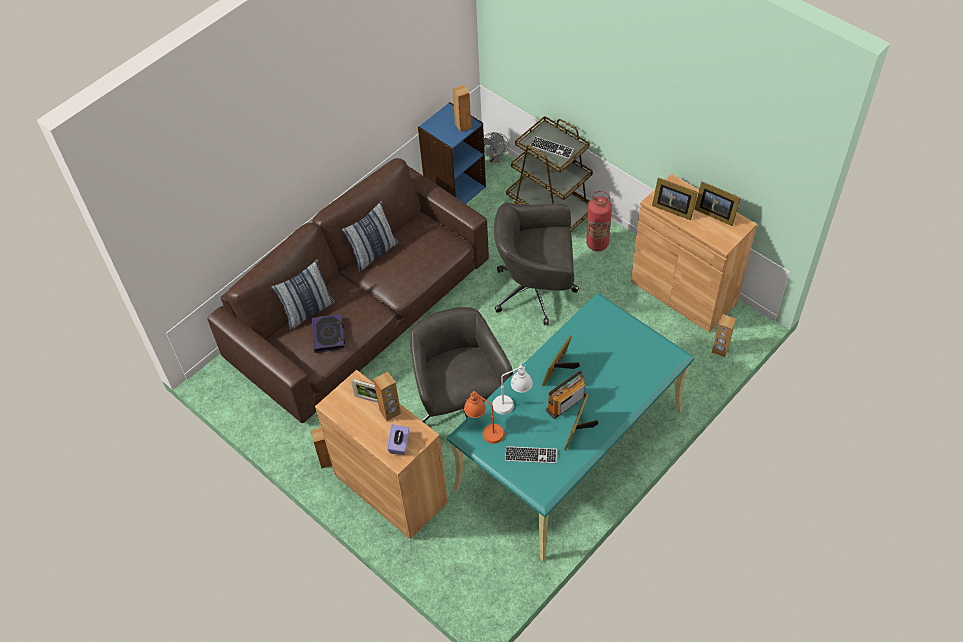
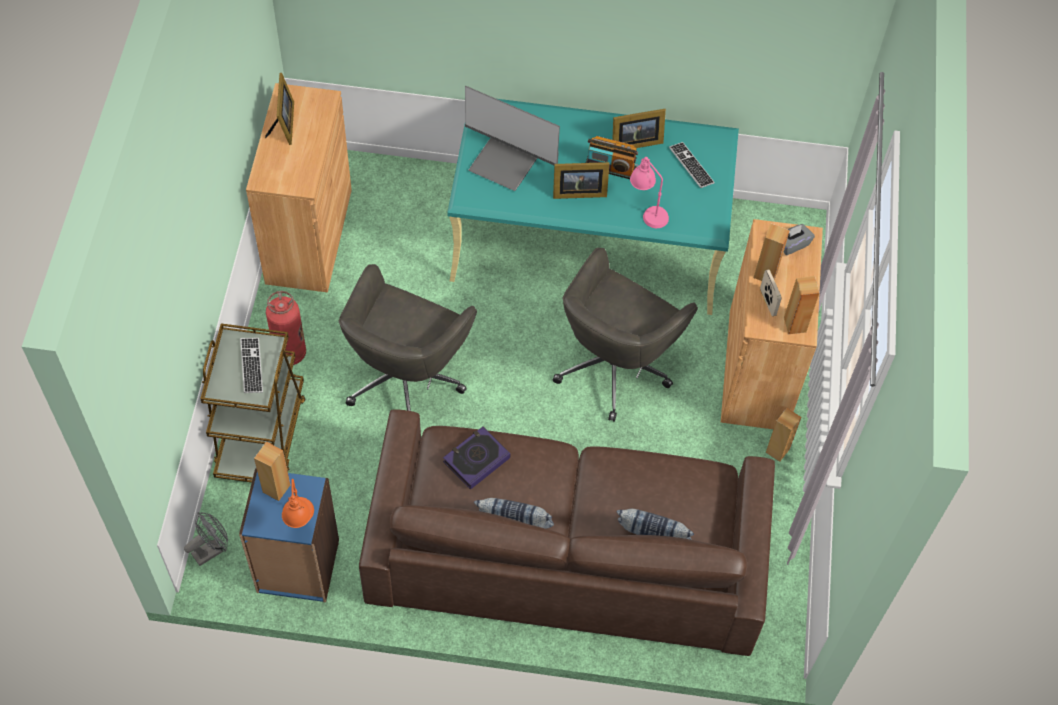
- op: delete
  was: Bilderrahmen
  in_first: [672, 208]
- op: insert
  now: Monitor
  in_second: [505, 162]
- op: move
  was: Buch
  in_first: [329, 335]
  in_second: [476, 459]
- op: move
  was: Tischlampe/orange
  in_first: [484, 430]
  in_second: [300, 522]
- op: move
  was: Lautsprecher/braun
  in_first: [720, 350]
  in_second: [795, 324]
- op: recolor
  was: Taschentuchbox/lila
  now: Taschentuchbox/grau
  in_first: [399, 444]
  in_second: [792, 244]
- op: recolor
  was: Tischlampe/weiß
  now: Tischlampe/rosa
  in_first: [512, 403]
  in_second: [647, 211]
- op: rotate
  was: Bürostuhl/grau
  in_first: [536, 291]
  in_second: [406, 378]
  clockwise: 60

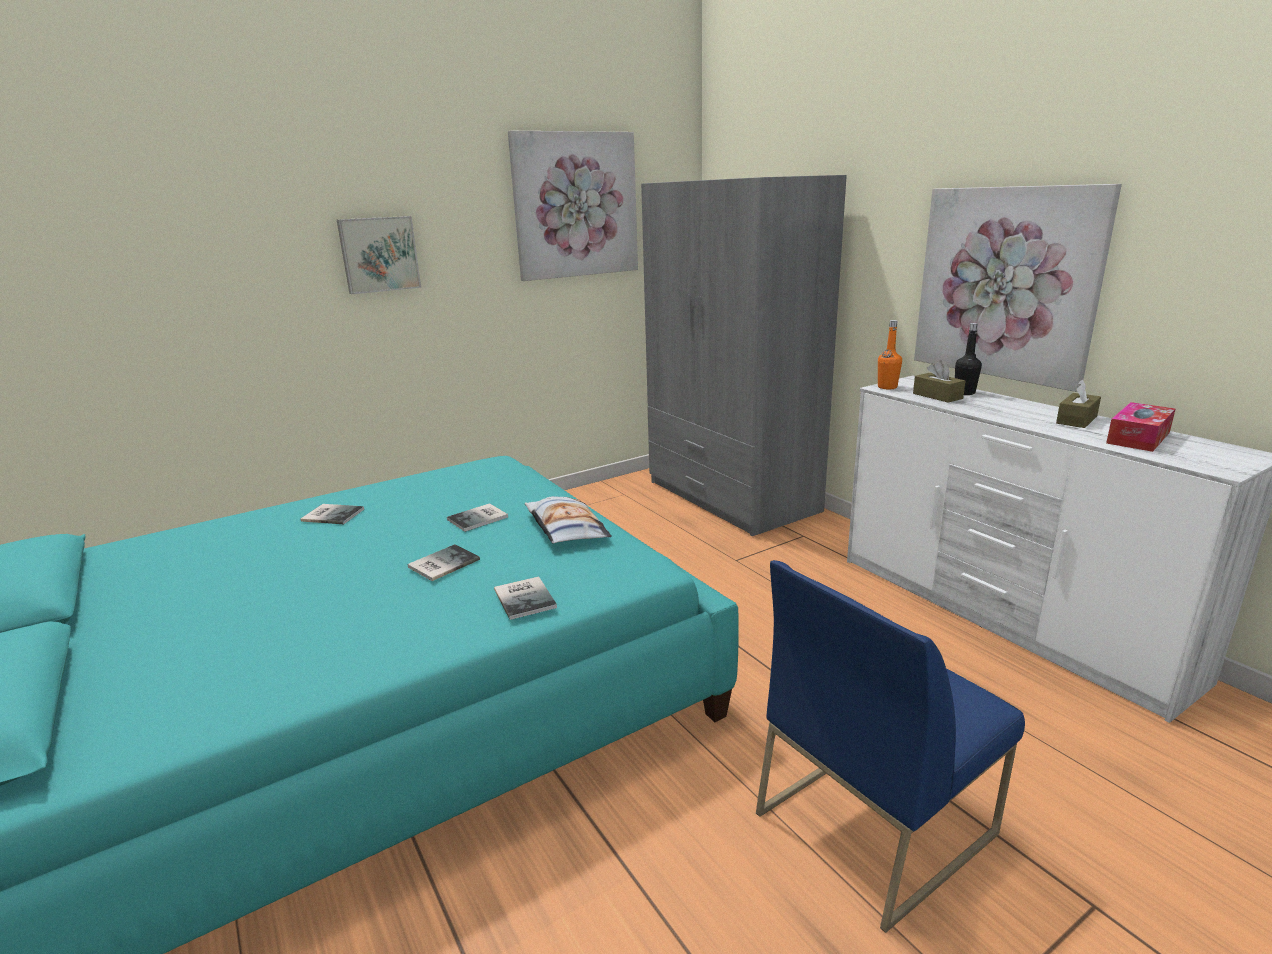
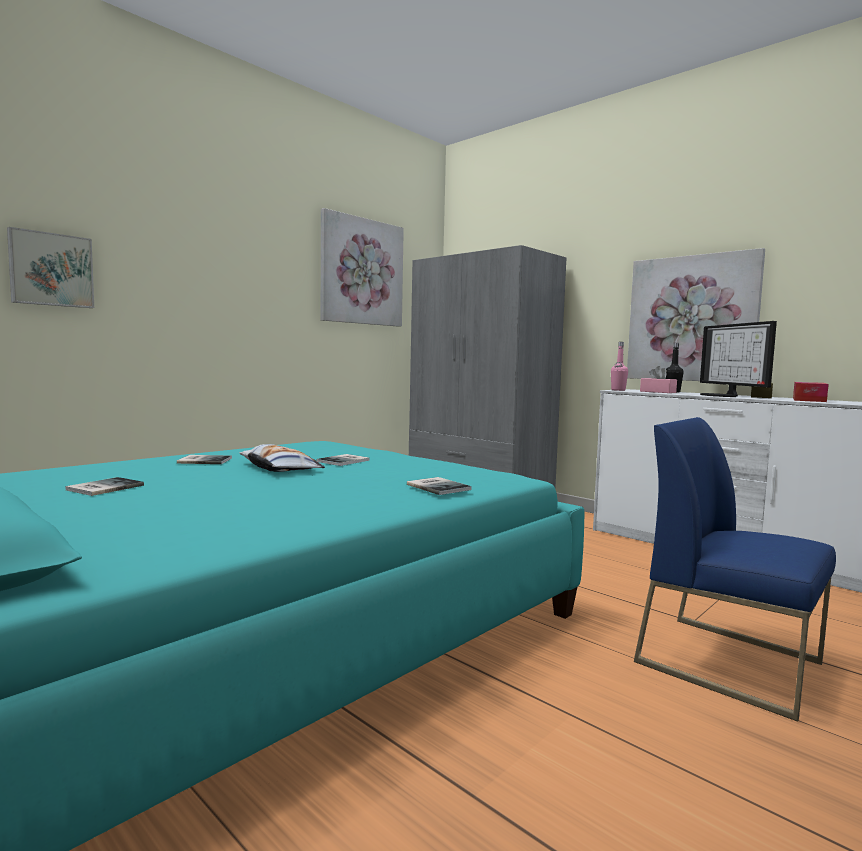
- op: insert
  now: Monitor
  in_second: [722, 395]
- op: move
  was: Bild
  in_first: [379, 254]
  in_second: [51, 270]
- op: move
  was: Buch
  in_first: [441, 564]
  in_second: [102, 488]
- op: move
  was: Kissen
  in_first: [565, 528]
  in_second: [279, 468]
- op: recolor
  was: Flasche/orange
  now: Flasche/rosa
  in_first: [887, 387]
  in_second: [618, 390]
- op: recolor
  was: Taschentuchbox/braun
  now: Taschentuchbox/rosa
  in_first: [937, 396]
  in_second: [657, 392]
- op: rotate
  was: Stuhl/blau
  in_first: [874, 821]
  in_second: [730, 662]
  clockwise: 90

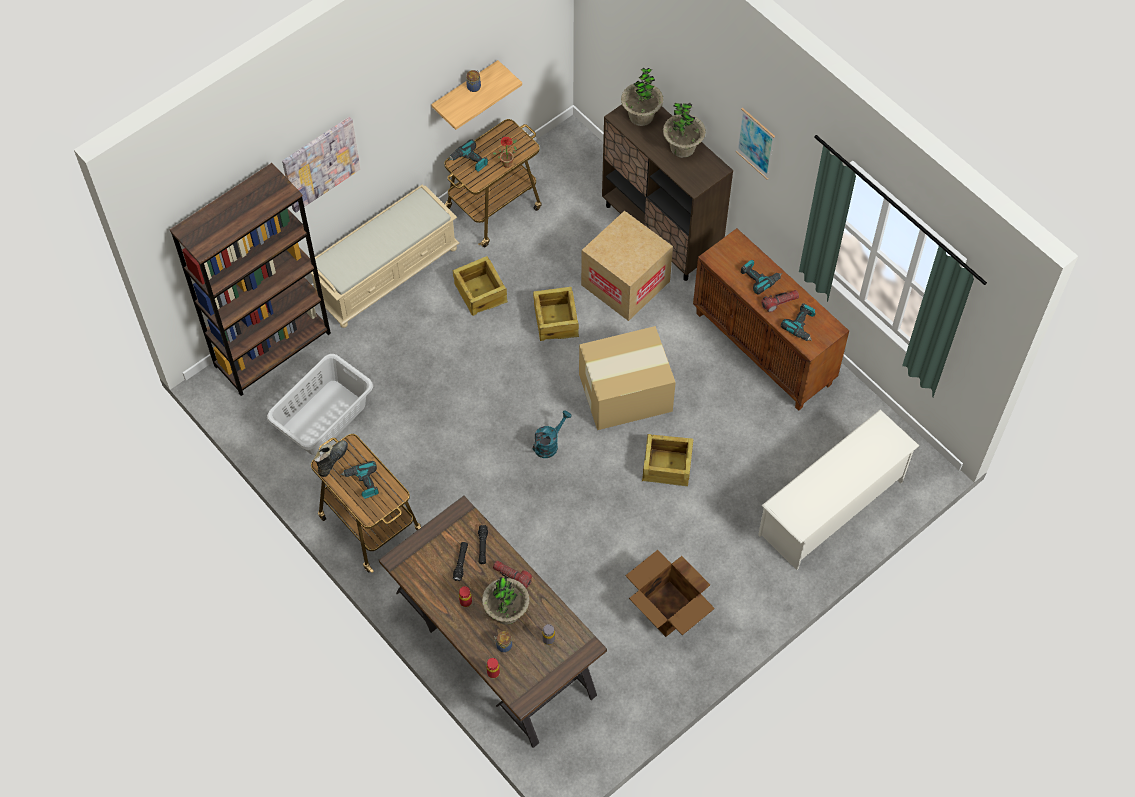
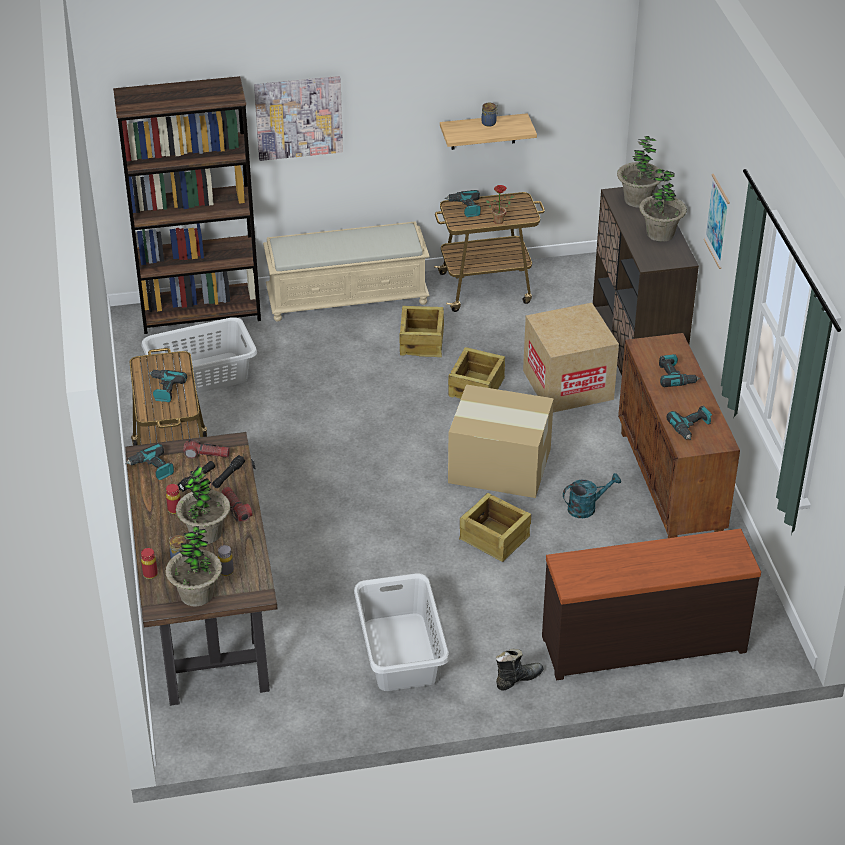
- op: insert
  now: Bohrmaschine
  in_second: [152, 468]
- op: insert
  now: Topfpflanze
  in_second: [196, 595]
- op: move
  was: Stiefel/schwarz
  in_first: [332, 460]
  in_second: [518, 679]
- op: move
  was: Gießkanne/türkis
  in_first: [549, 444]
  in_second: [586, 507]
- op: move
  was: Taschenlampe
  in_first: [779, 302]
  in_second: [207, 455]
- op: replace
  was: Karton
  now: Wäschekorb/grau
  in_first: [668, 609]
  in_second: [400, 652]
- op: replace
  was: Schuhregal/weiß
  now: Kommode/braun
  in_first: [832, 508]
  in_second: [643, 642]

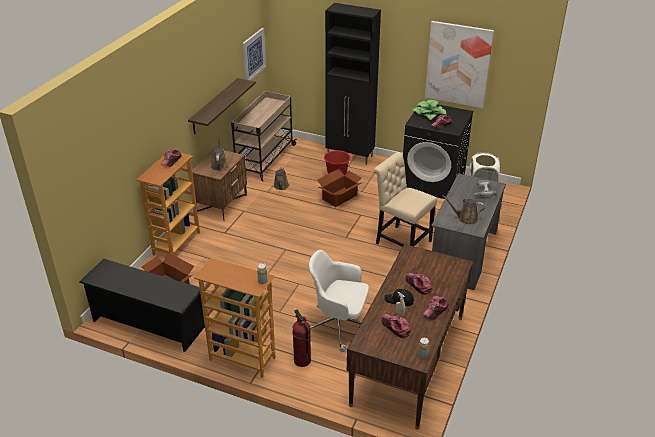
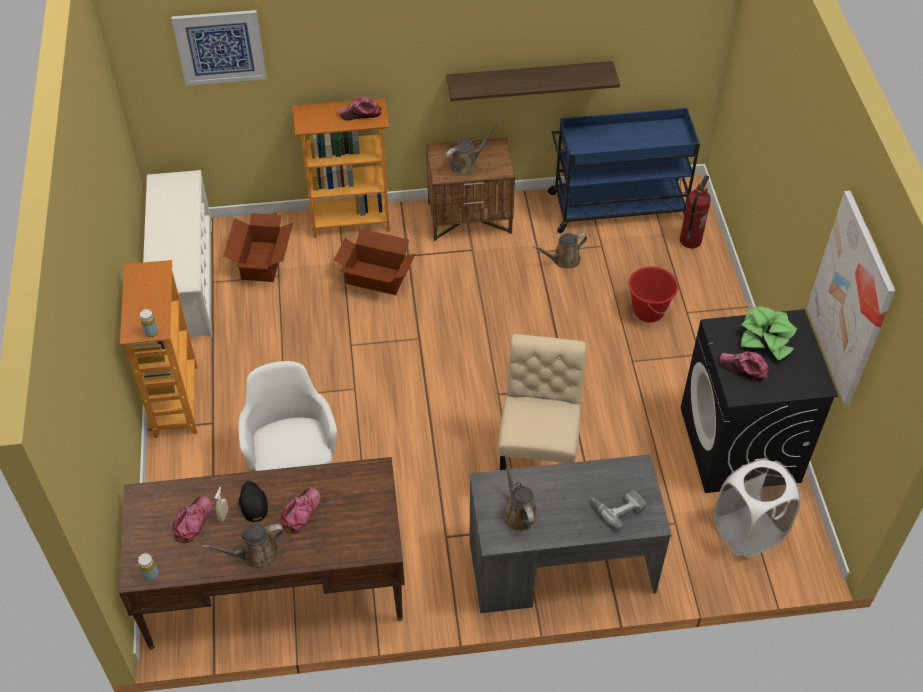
- op: delete
  was: Schrank/schwarz
  in_first: [350, 156]
- op: move
  was: Bild
  in_first: [253, 55]
  in_second: [220, 47]
- op: move
  was: Feuerlöscher
  in_first: [302, 360]
  in_second: [690, 240]
- op: move
  was: Karton
  in_first: [339, 197]
  in_second: [376, 277]
- op: replace
  was: Kappe
  now: Gießkanne/braun
  in_first: [435, 310]
  in_second: [256, 555]
- op: recolor
  was: Schuhregal/schwarz
  now: Schuhregal/weiß
  in_first: [148, 324]
  in_second: [185, 280]
- op: recolor
  was: Rollwagen/beige
  now: Rollwagen/blau
  in_first: [264, 159]
  in_second: [617, 207]

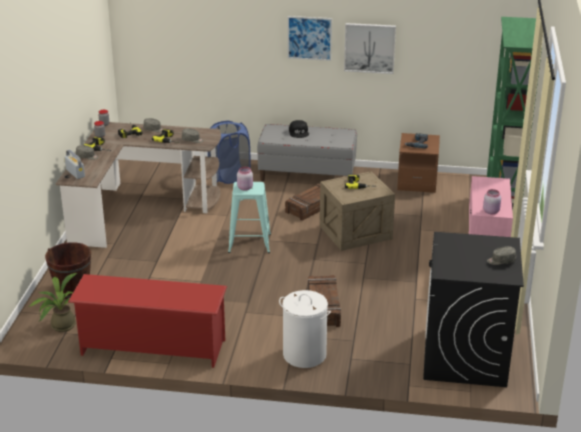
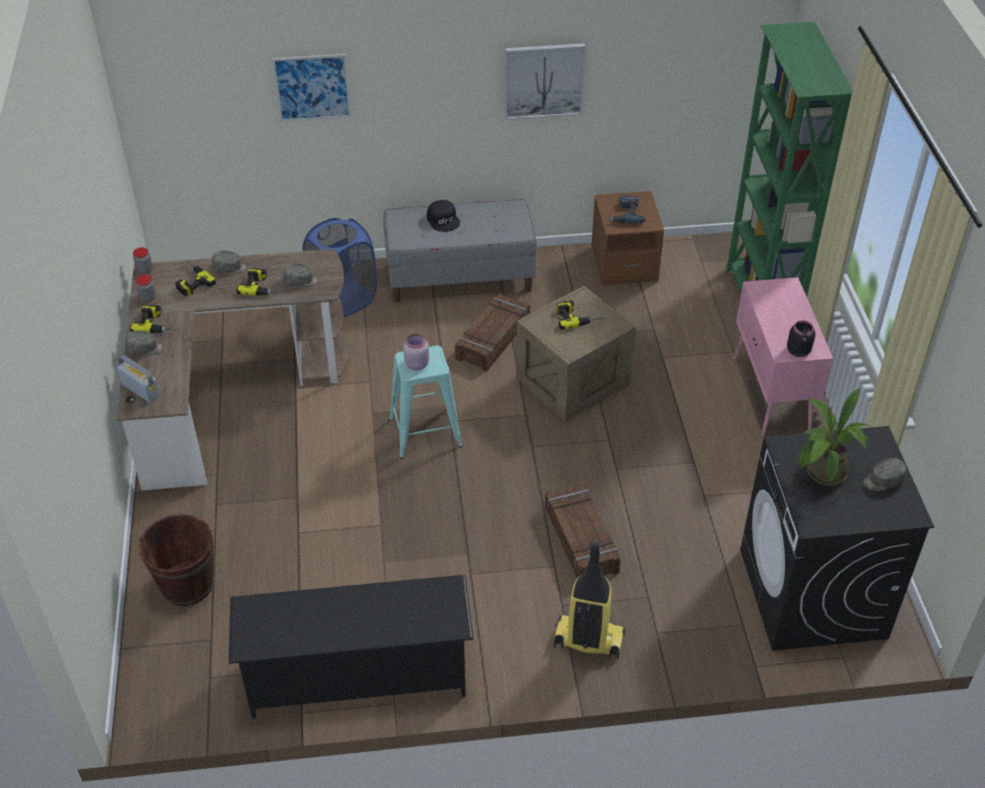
- op: move
  was: Topfpflanze
  in_first: [60, 326]
  in_second: [822, 475]
- op: move
  was: Bild
  in_first: [309, 38]
  in_second: [312, 87]
- op: replace
  was: Wäschekorb/weiß
  now: Staubsauger
  in_first: [304, 355]
  in_second: [587, 640]
- op: recolor
  was: Schuhregal/rot
  now: Schuhregal/schwarz
  in_first: [152, 347]
  in_second: [357, 677]
- op: recolor
  was: Vorratsglas/rosa
  now: Vorratsglas/schwarz
  in_first: [491, 211]
  in_second: [798, 350]

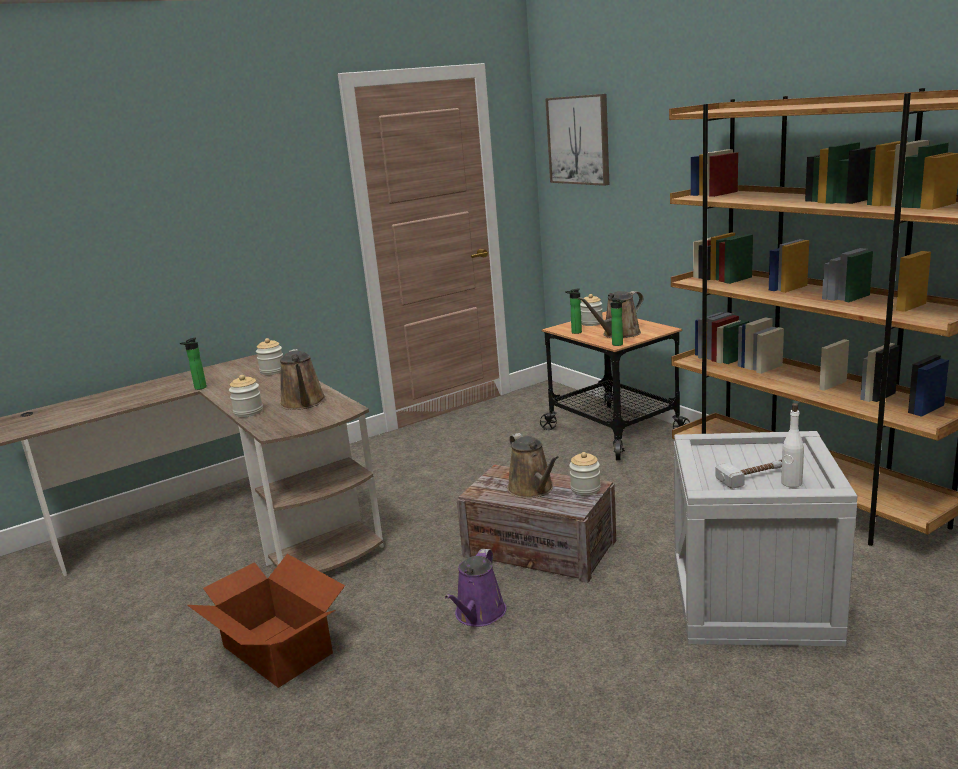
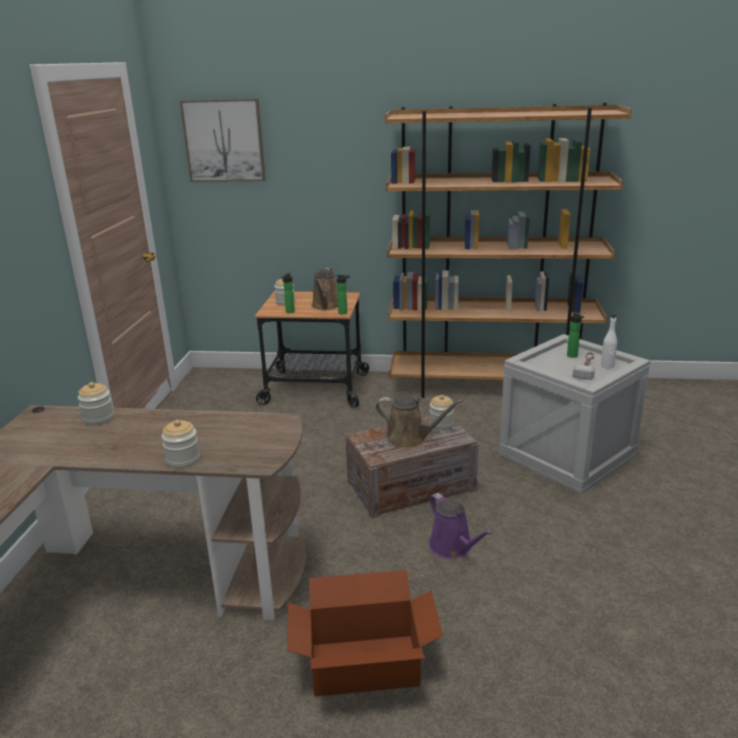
- op: delete
  was: Gießkanne/braun
  in_first: [303, 403]
- op: move
  was: Flasche
  in_first: [199, 388]
  in_second: [573, 356]

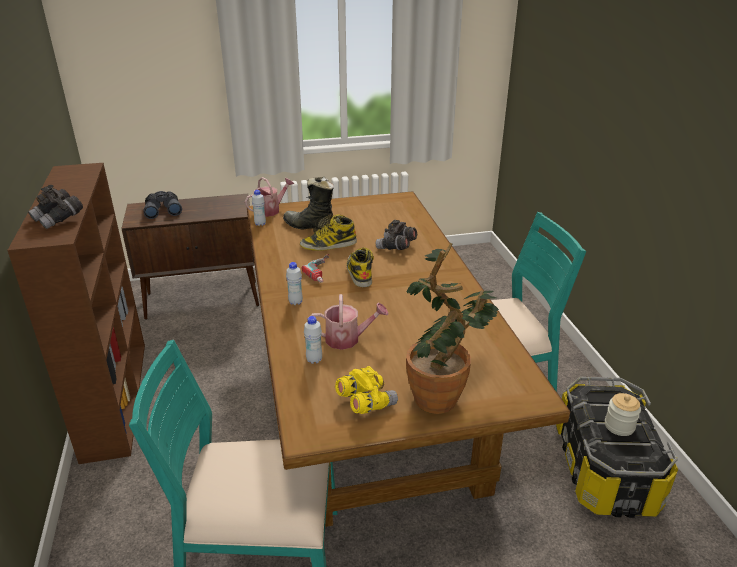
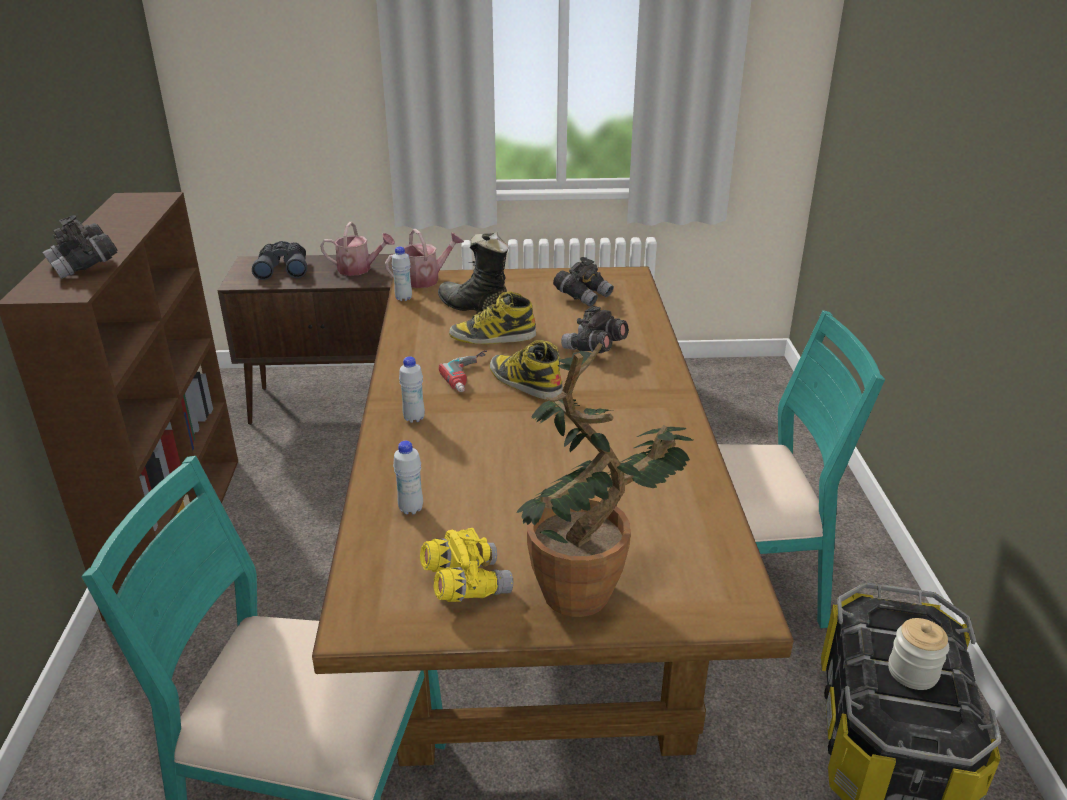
- op: insert
  now: Fernglas/grau
  in_second: [583, 296]
- op: move
  was: Gießkanne
  in_first: [347, 339]
  in_second: [359, 269]
- op: rotate
  was: Stiefel
  in_first: [359, 272]
  in_second: [524, 382]
  clockwise: -45

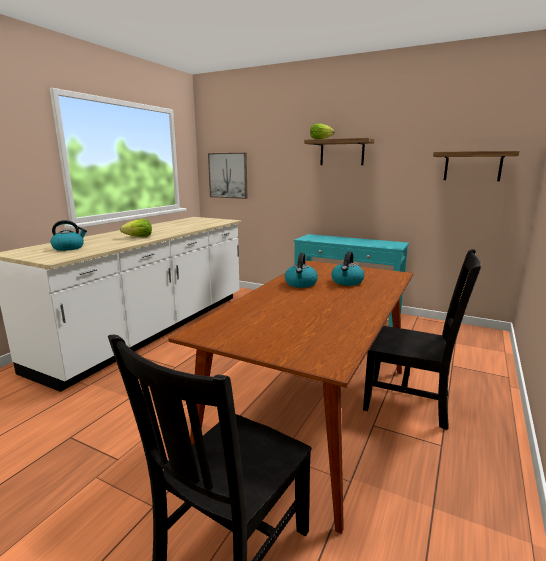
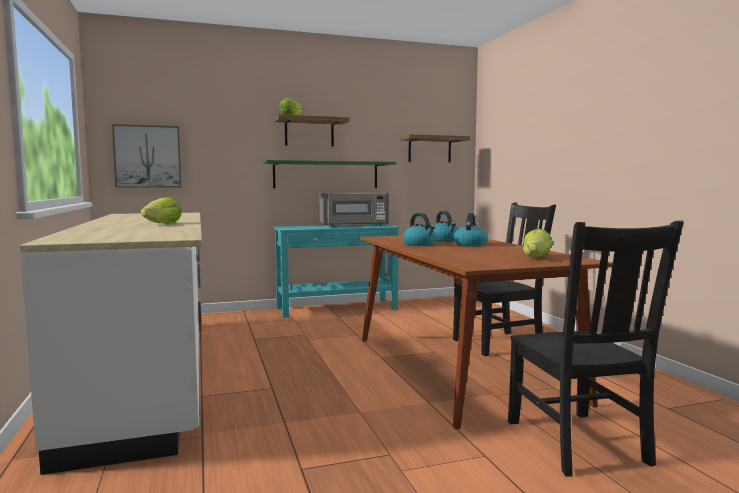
- op: insert
  now: Wandregal/grün
  in_second: [326, 175]
- op: insert
  now: Mikrowelle/grau
  in_second: [354, 226]
- op: insert
  now: Salatkopf
  in_second: [536, 258]
- op: move
  was: Wasserkessel
  in_first: [69, 248]
  in_second: [470, 245]

